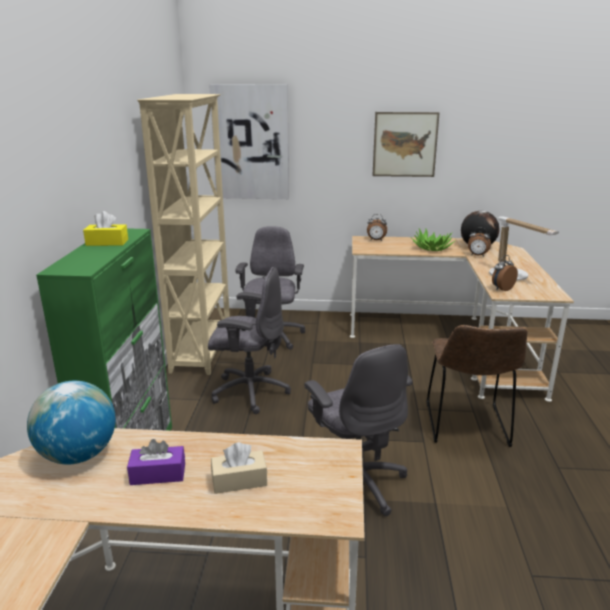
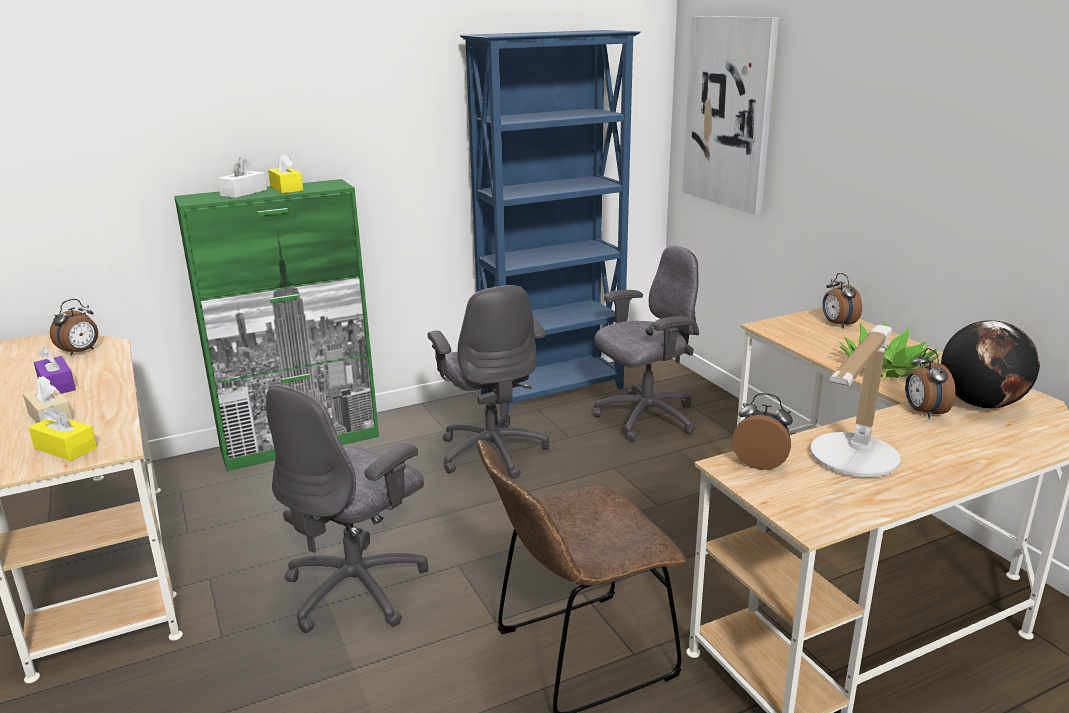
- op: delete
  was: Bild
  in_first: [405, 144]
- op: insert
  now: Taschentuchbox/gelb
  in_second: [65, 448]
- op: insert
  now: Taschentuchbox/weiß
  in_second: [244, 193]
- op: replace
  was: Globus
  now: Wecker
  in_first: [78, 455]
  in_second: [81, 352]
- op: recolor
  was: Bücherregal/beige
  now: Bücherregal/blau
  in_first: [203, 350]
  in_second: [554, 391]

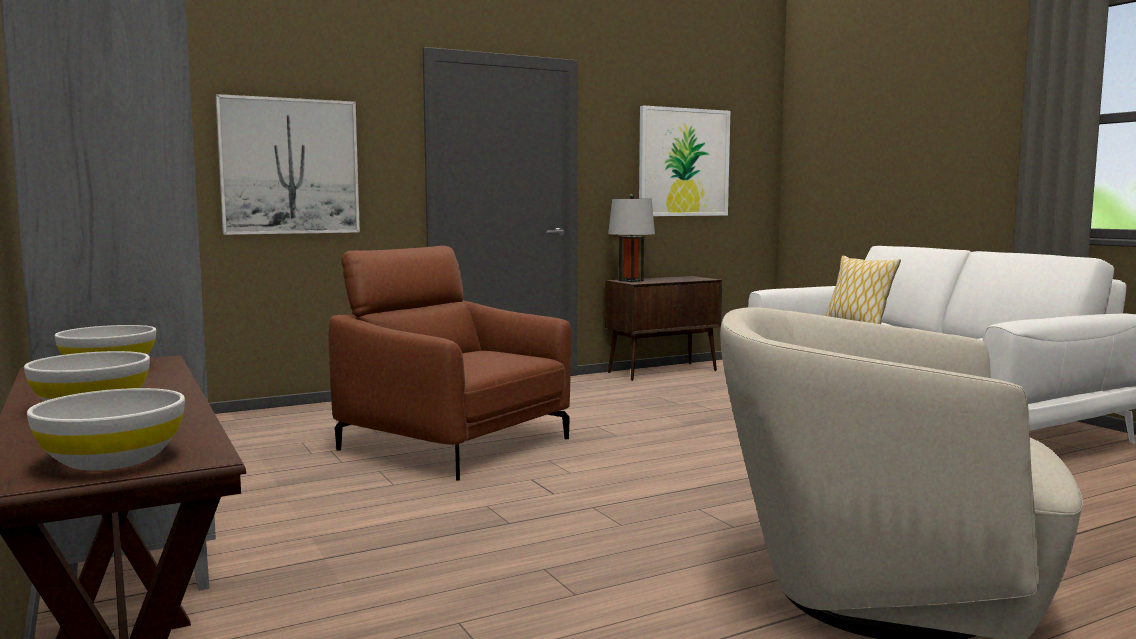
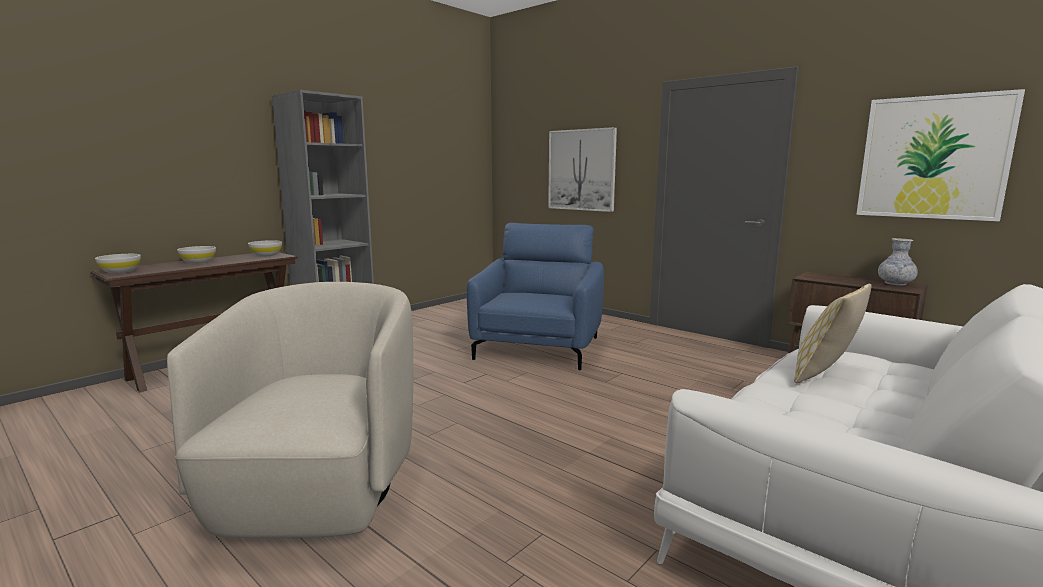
- op: delete
  was: Tischlampe/grau
  in_first: [631, 281]
- op: insert
  now: Vase
  in_second: [895, 283]
- op: recolor
  was: Sessel/braun
  now: Sessel/blau
  in_first: [456, 444]
  in_second: [538, 348]

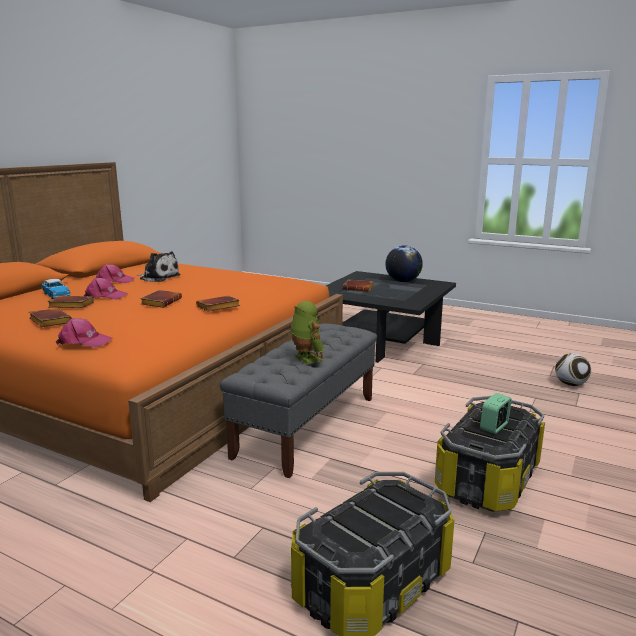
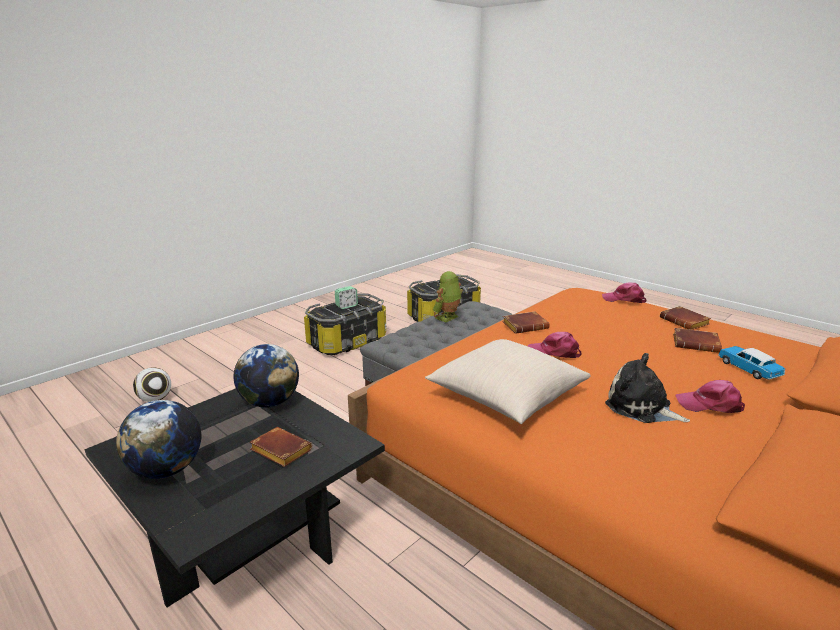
- op: delete
  was: Buch/braun
  in_first: [161, 302]
- op: insert
  now: Globus
  in_second: [270, 402]
- op: insert
  now: Kissen/beige
  in_second: [506, 396]
- op: move
  was: Kappe/rosa
  in_first: [105, 296]
  in_second: [554, 352]
- op: rotate
  was: Spielzeugroboter
  in_first: [305, 359]
  in_second: [448, 318]
  clockwise: 60

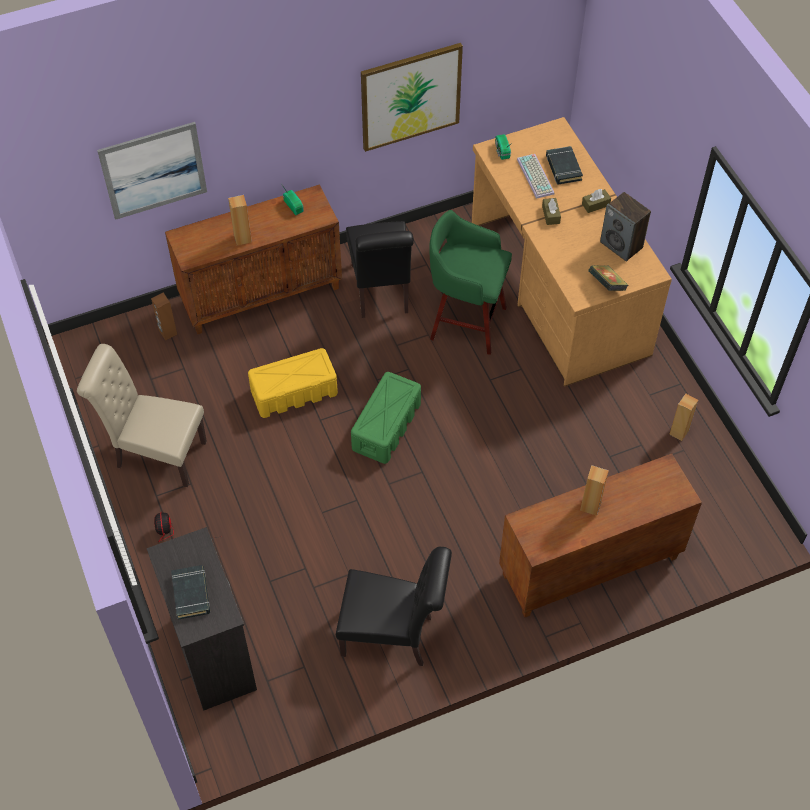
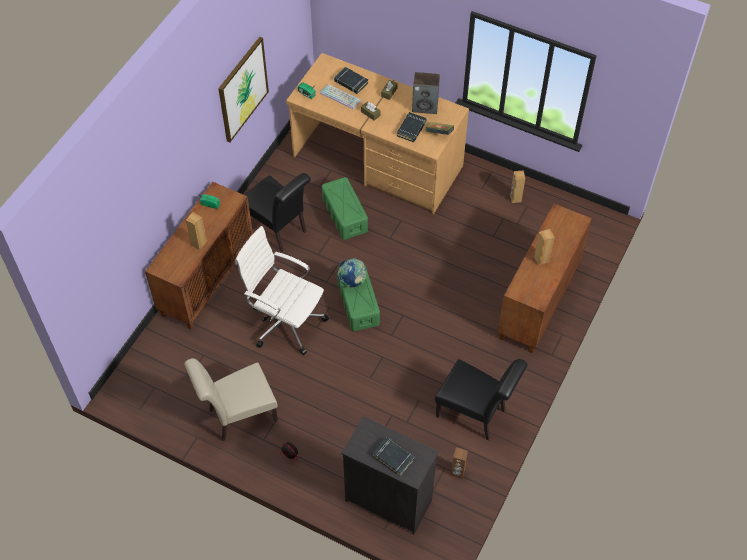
- op: delete
  was: Bild
  in_first: [153, 170]
- op: insert
  now: Globus
  in_second: [352, 281]
- op: insert
  now: Buch/schwarz
  in_second: [411, 129]
- op: move
  was: Lautsprecher/braun
  in_first: [167, 332]
  in_second: [457, 473]
- op: replace
  was: Aufbewahrungsbox/gelb
  now: Bürostuhl/weiß
  in_first: [294, 392]
  in_second: [285, 322]
- op: replace
  was: Hocker/grün
  now: Aufbewahrungsbox/grün
  in_first: [465, 322]
  in_second: [344, 215]
- op: rotate
  was: Stuhl/schwarz
  in_first: [393, 636]
  in_second: [475, 414]
  clockwise: 60

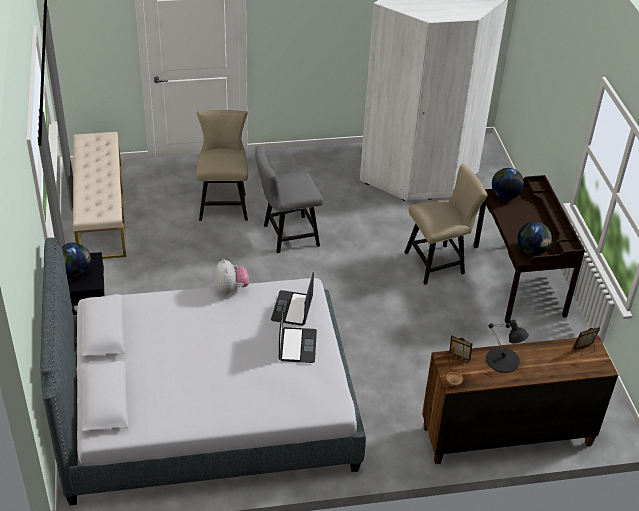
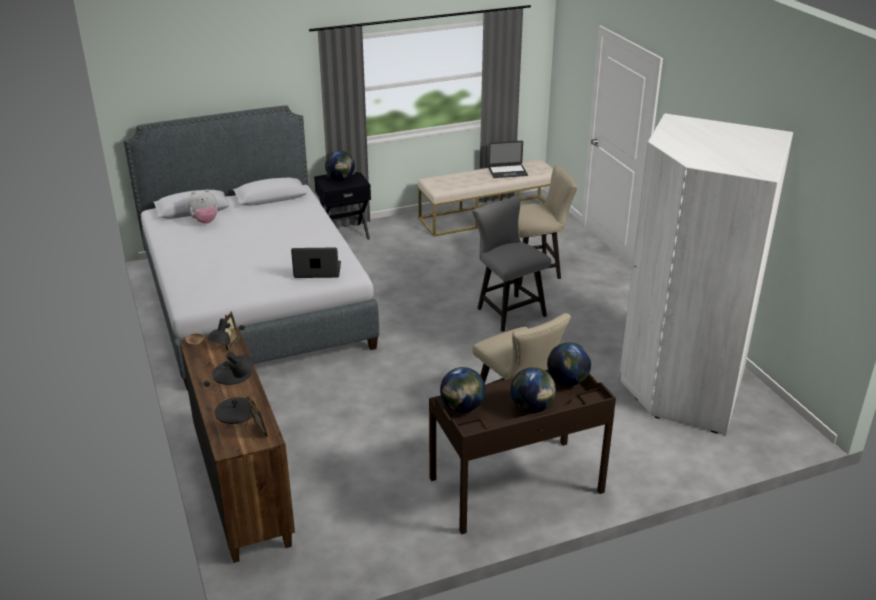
- op: insert
  now: Tischlampe/schwarz
  in_second: [236, 410]
- op: insert
  now: Globus
  in_second: [532, 407]
- op: move
  was: Plüschtier
  in_first: [230, 289]
  in_second: [204, 221]
- op: move
  was: Laptop
  in_first: [297, 345]
  in_second: [507, 171]

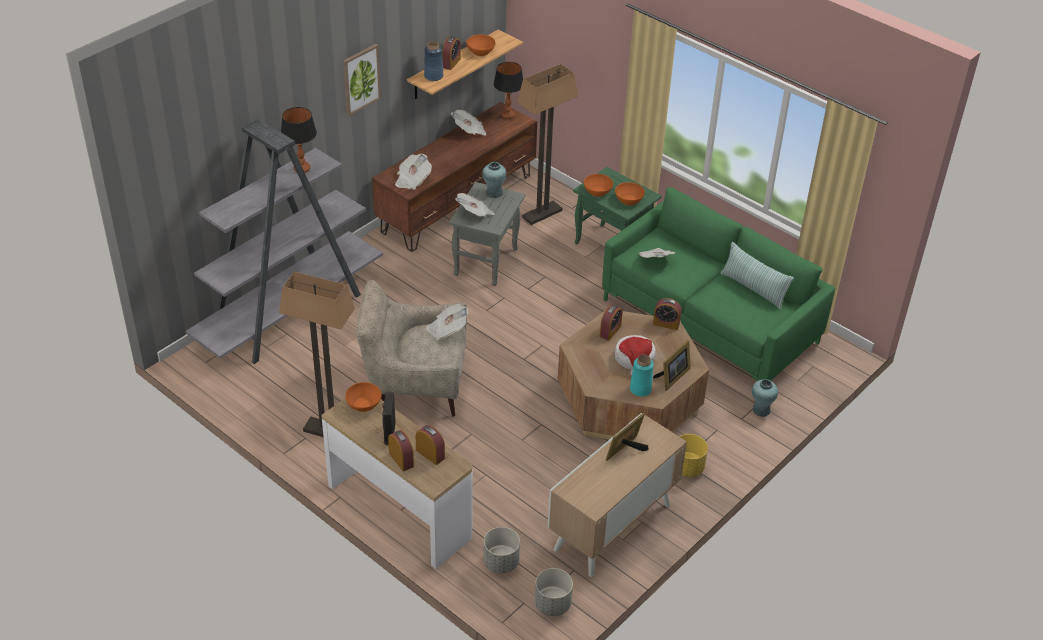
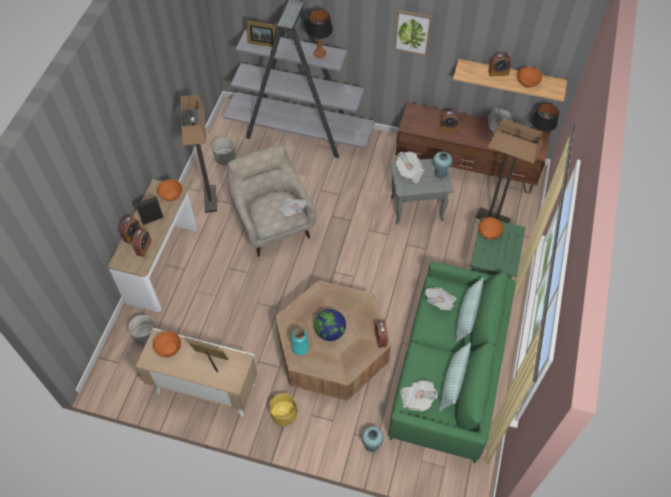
- op: delete
  was: Vase/blau
  in_first: [433, 76]
- op: insert
  now: Kissen
  in_second: [466, 317]
- op: move
  was: Zeitung
  in_first: [412, 180]
  in_second: [416, 398]
- op: move
  was: Pflanzkübel/grau
  in_first: [552, 604]
  in_second: [225, 158]
- op: move
  was: Wecker
  in_first: [610, 331]
  in_second: [448, 128]
- op: move
  was: Schüssel/orange
  in_first: [629, 200]
  in_second: [168, 348]
- op: move
  was: Bilderrahmen
  in_first: [672, 377]
  in_second: [262, 42]
- op: replace
  was: Hut
  now: Globus
  in_first: [634, 359]
  in_second: [330, 332]

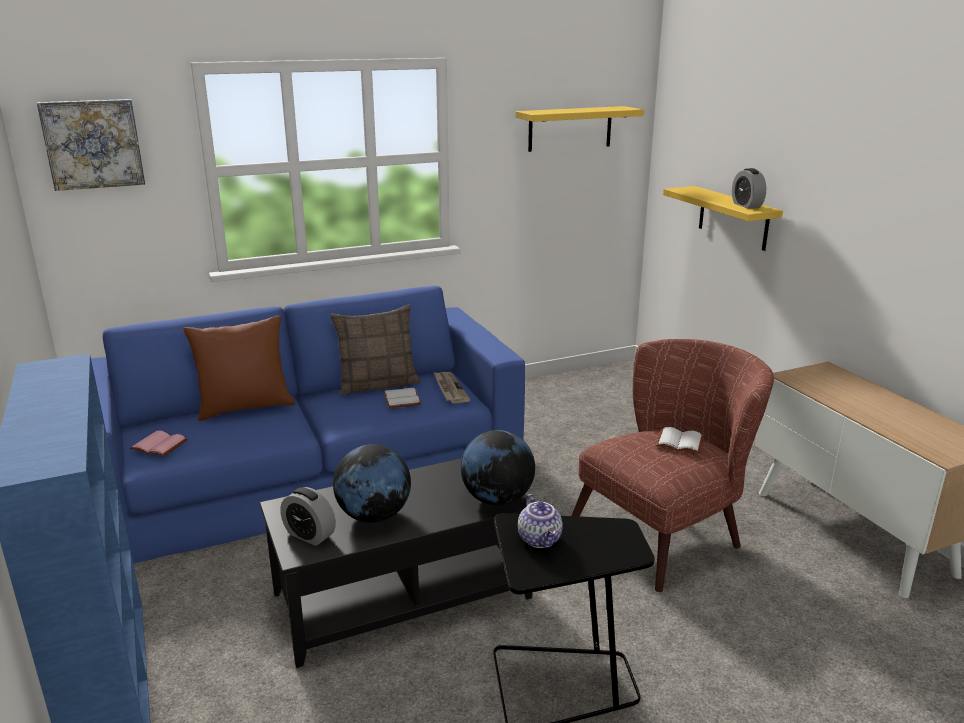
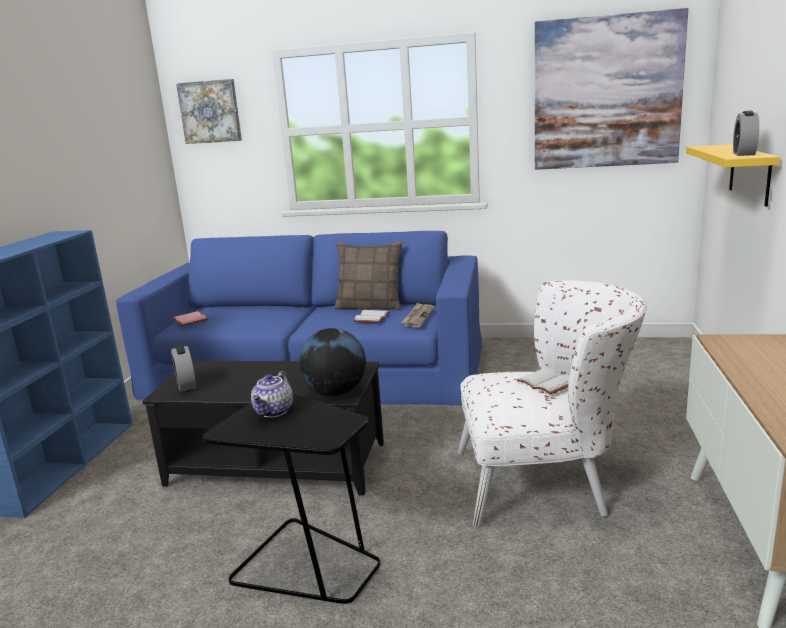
- op: delete
  was: Kissen/braun
  in_first: [245, 407]
- op: delete
  was: Globus
  in_first: [374, 516]
- op: replace
  was: Wandregal/gelb
  now: Bild
  in_first: [570, 128]
  in_second: [606, 93]
- op: recolor
  was: Sessel/braun
  now: Sessel/weiß
  in_first: [667, 532]
  in_second: [546, 482]

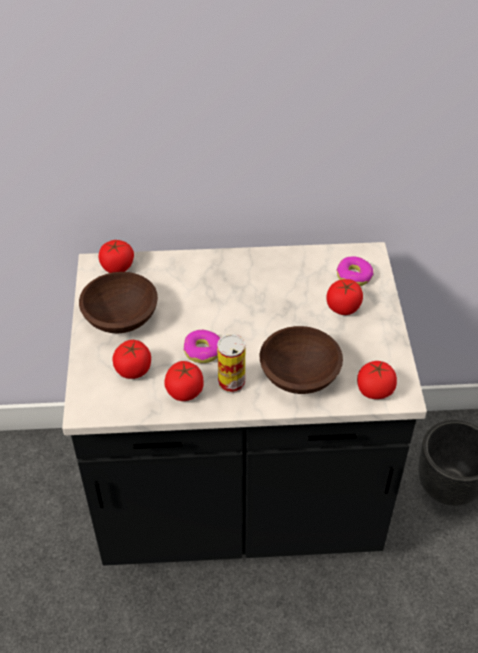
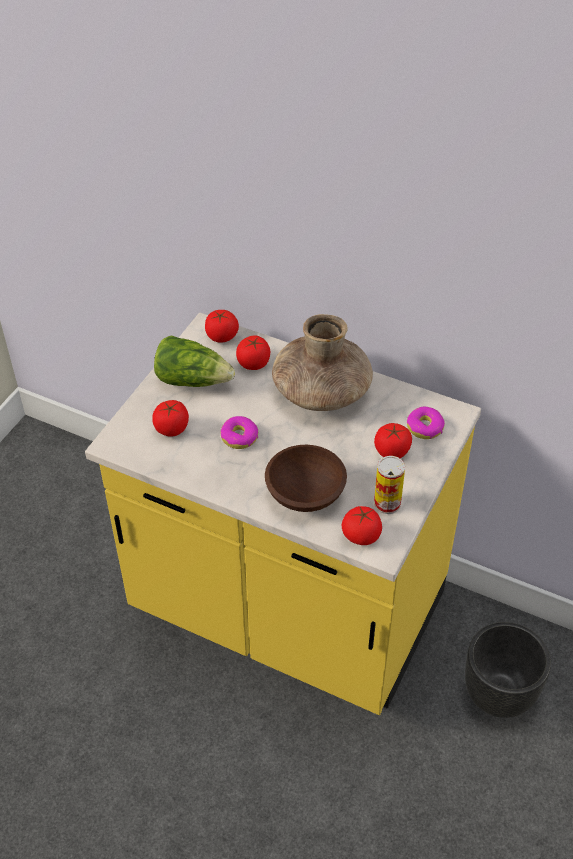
- op: insert
  now: Vase/braun
  in_second: [321, 391]
- op: move
  was: Tomate
  in_first: [185, 391]
  in_second: [253, 363]
- op: move
  was: Dose
  in_first: [231, 382]
  in_second: [387, 503]
- op: replace
  was: Schüssel/braun
  now: Salatkopf
  in_first: [120, 317]
  in_second: [192, 380]
- op: recolor
  was: Küchenzeile/schwarz
  now: Küchenzeile/gelb
  in_first: [239, 501]
  in_second: [287, 610]

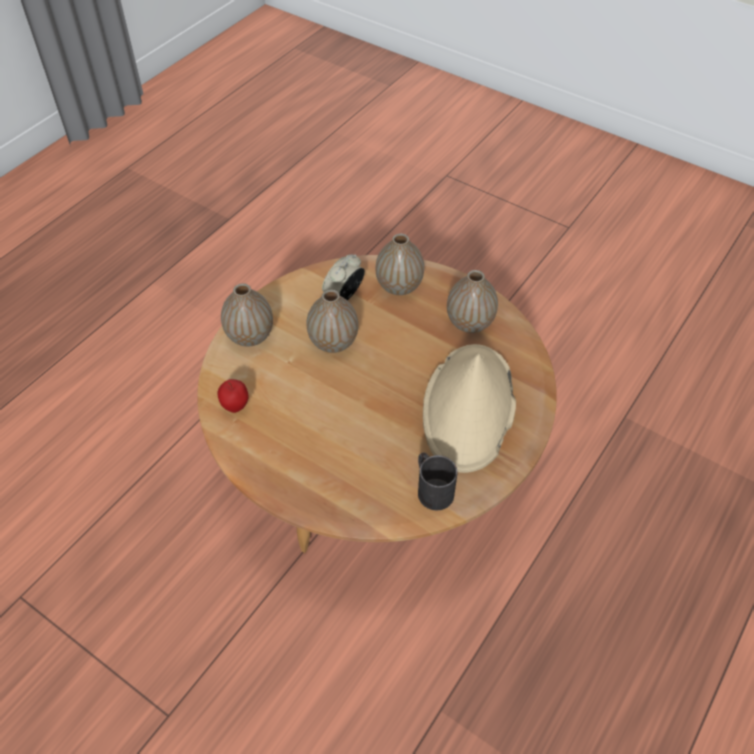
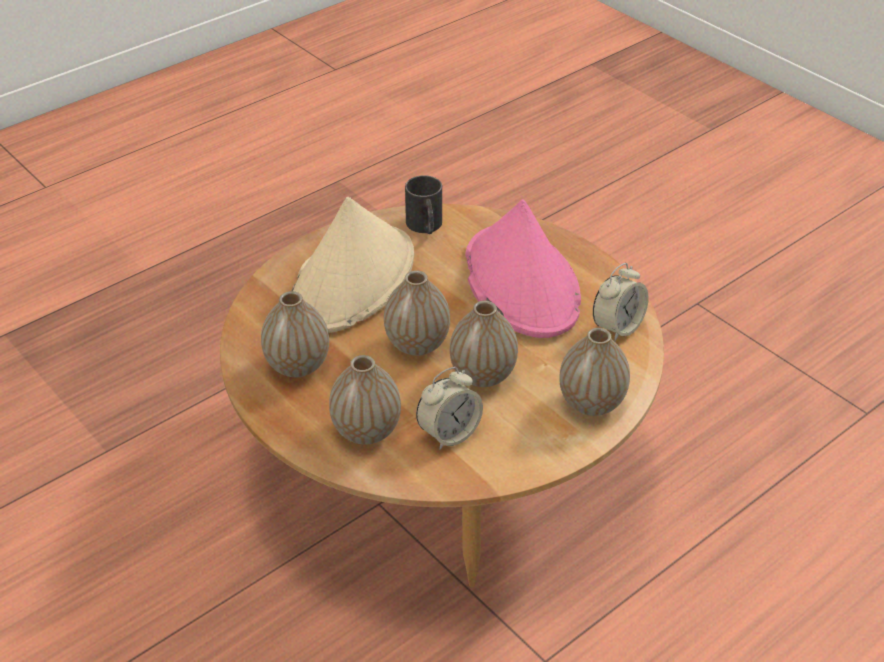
- op: insert
  now: Vase
  in_second: [417, 344]
- op: insert
  now: Hut/rosa
  in_second: [520, 282]
- op: replace
  was: Apfel
  now: Wecker
  in_first: [235, 407]
  in_second: [617, 327]

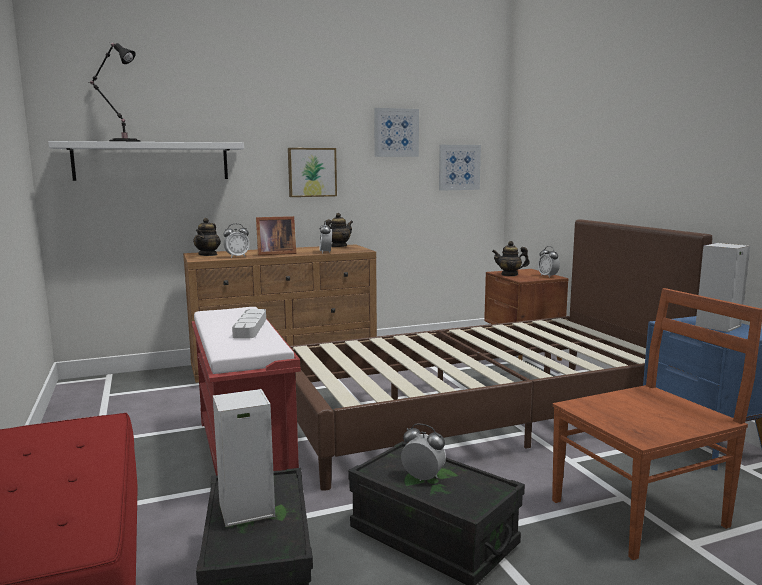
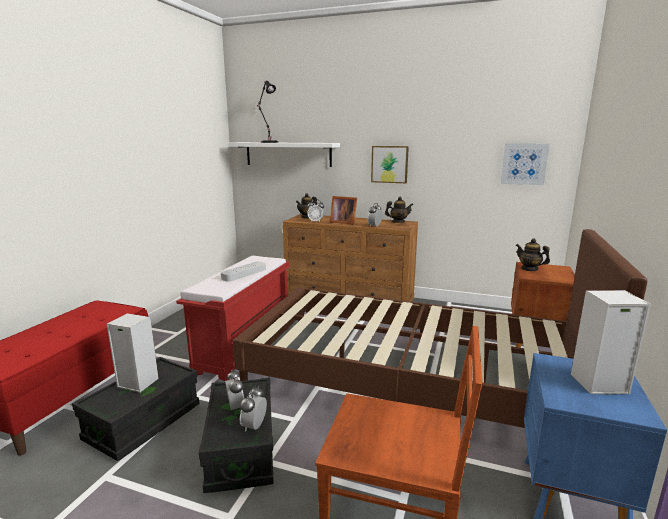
- op: delete
  was: Bild
  in_first: [396, 132]
- op: move
  was: Wecker
  in_first: [548, 276]
  in_second: [254, 426]

